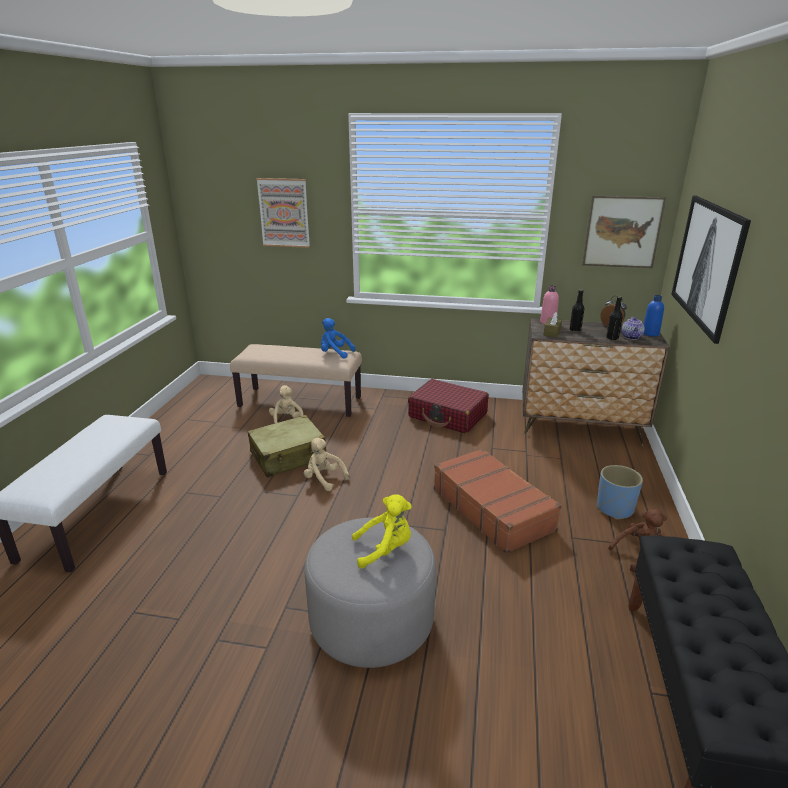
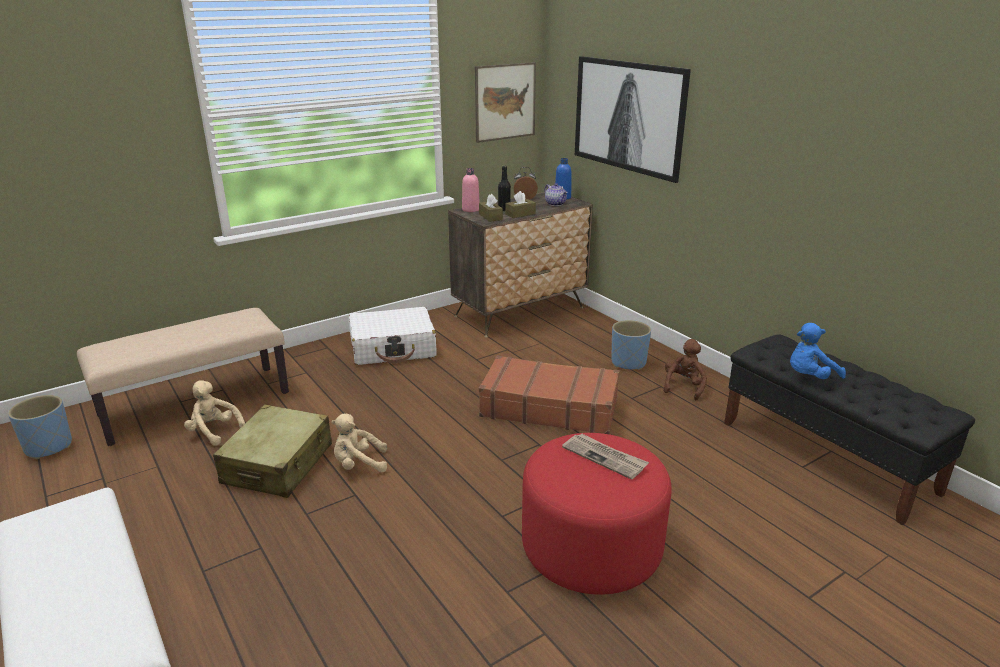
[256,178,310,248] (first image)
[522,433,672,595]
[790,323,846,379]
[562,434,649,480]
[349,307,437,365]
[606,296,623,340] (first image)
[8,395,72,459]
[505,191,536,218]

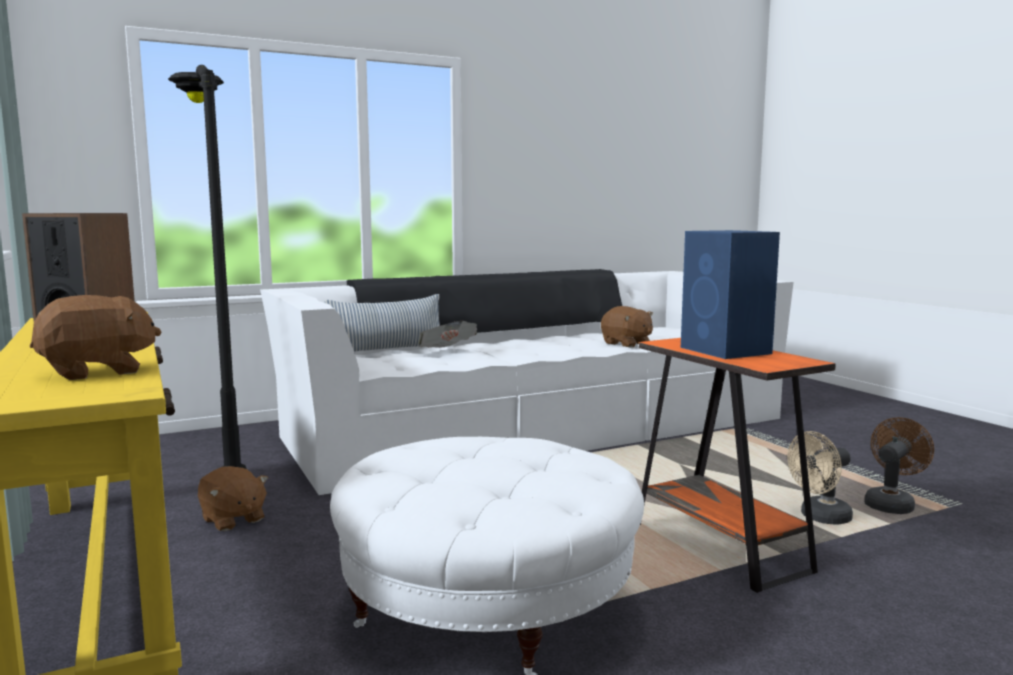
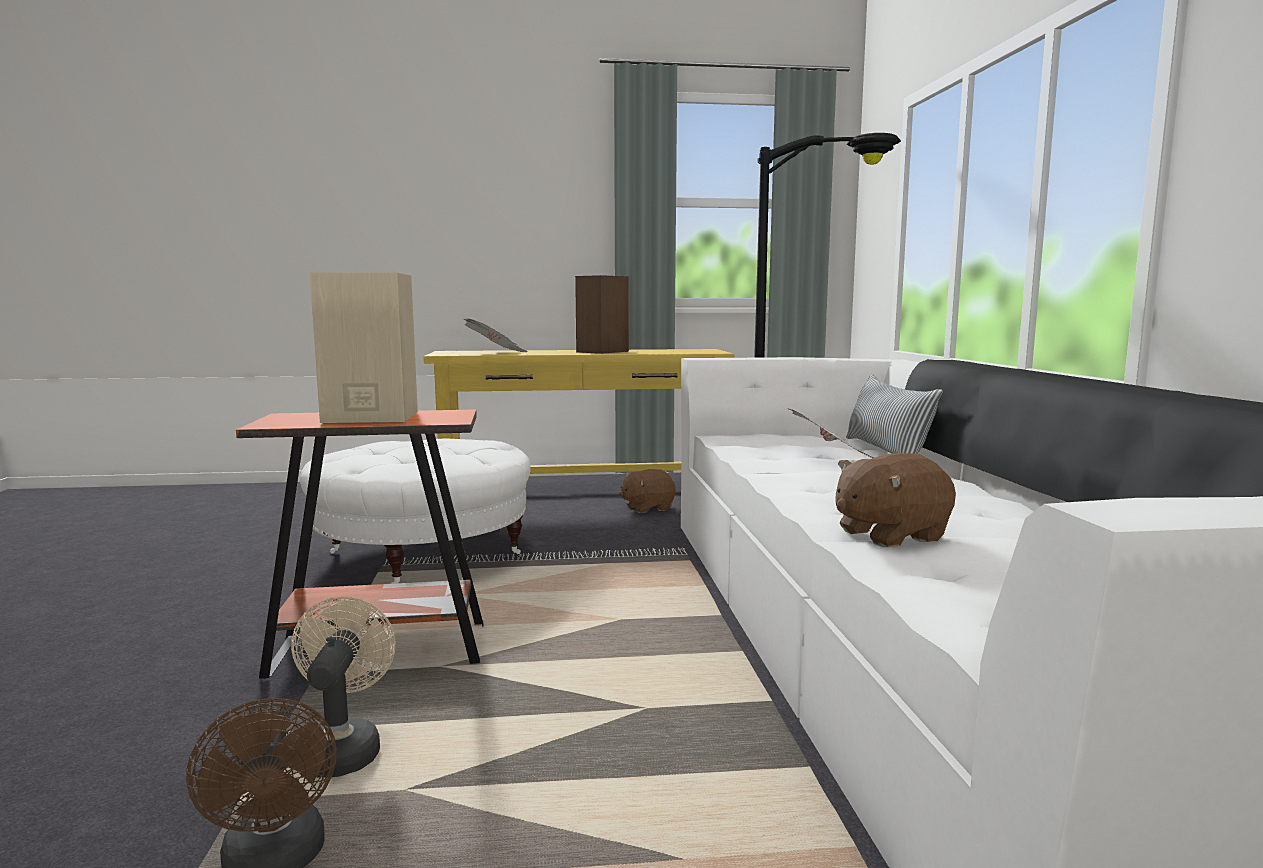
[464,319,528,352]
[310,273,418,423]

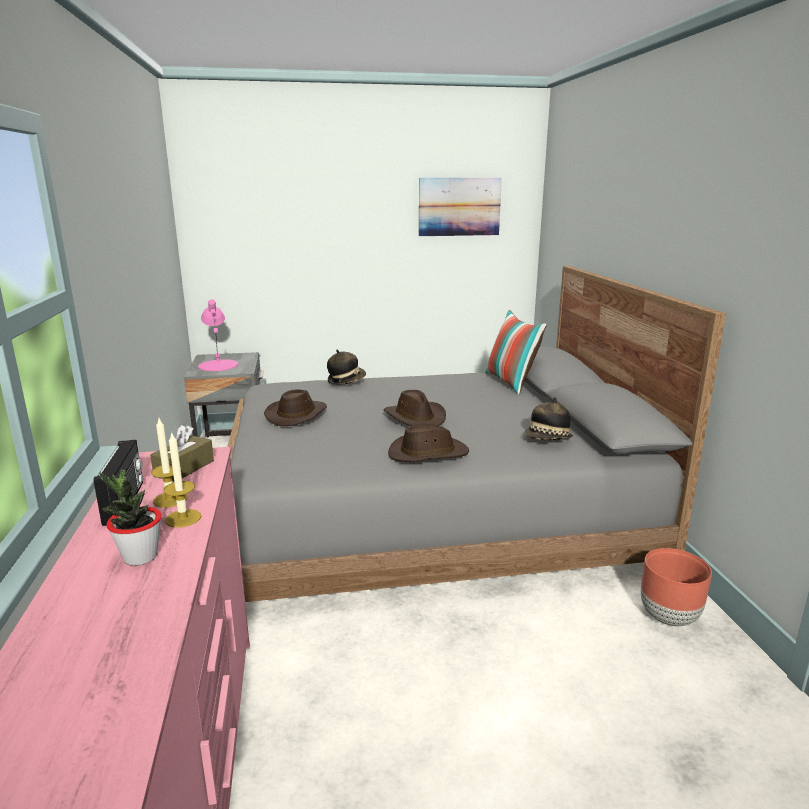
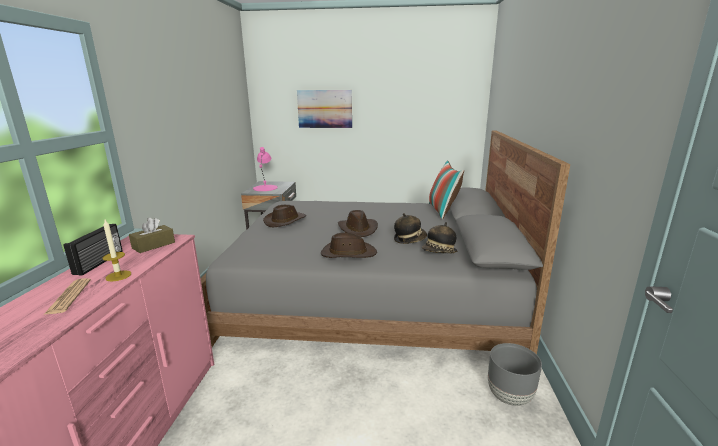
[44,278,91,315]
[151,418,188,508] (first image)
[394,213,427,244]
[297,90,352,128]
[488,343,542,406]

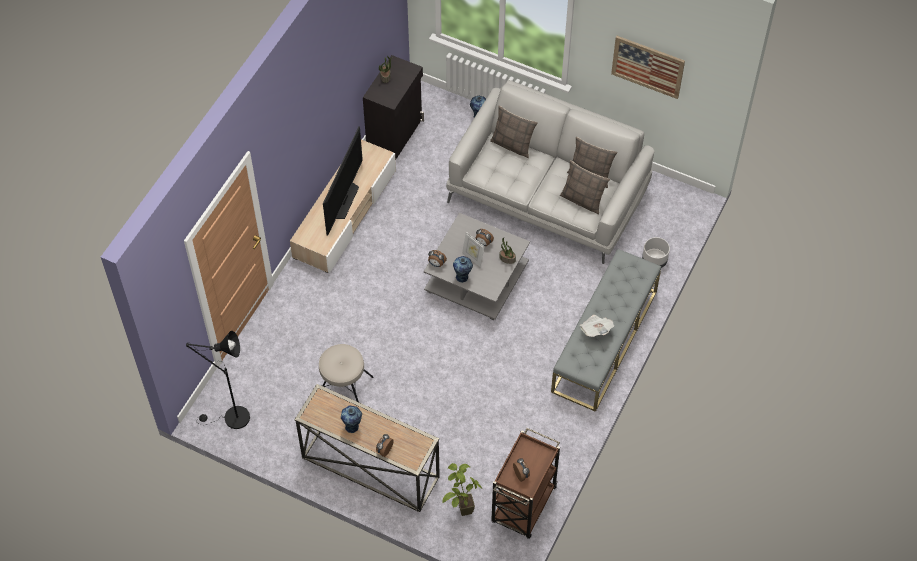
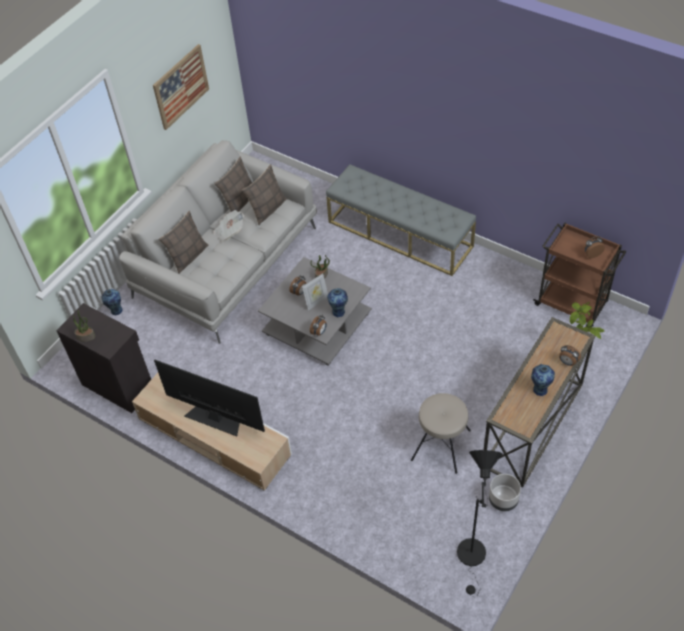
[213,210,244,242]
[489,474,521,511]

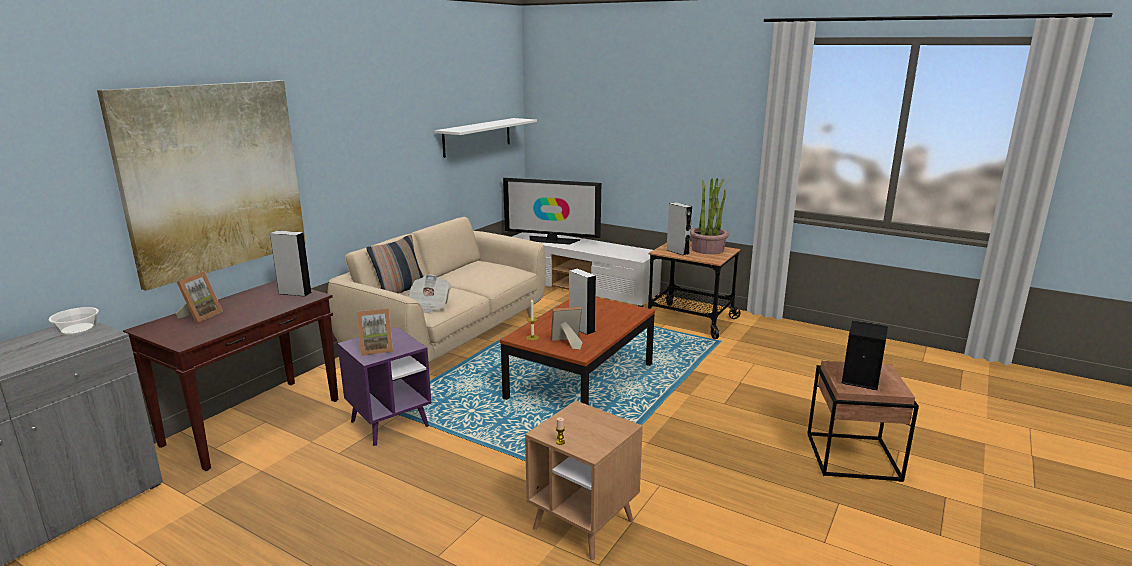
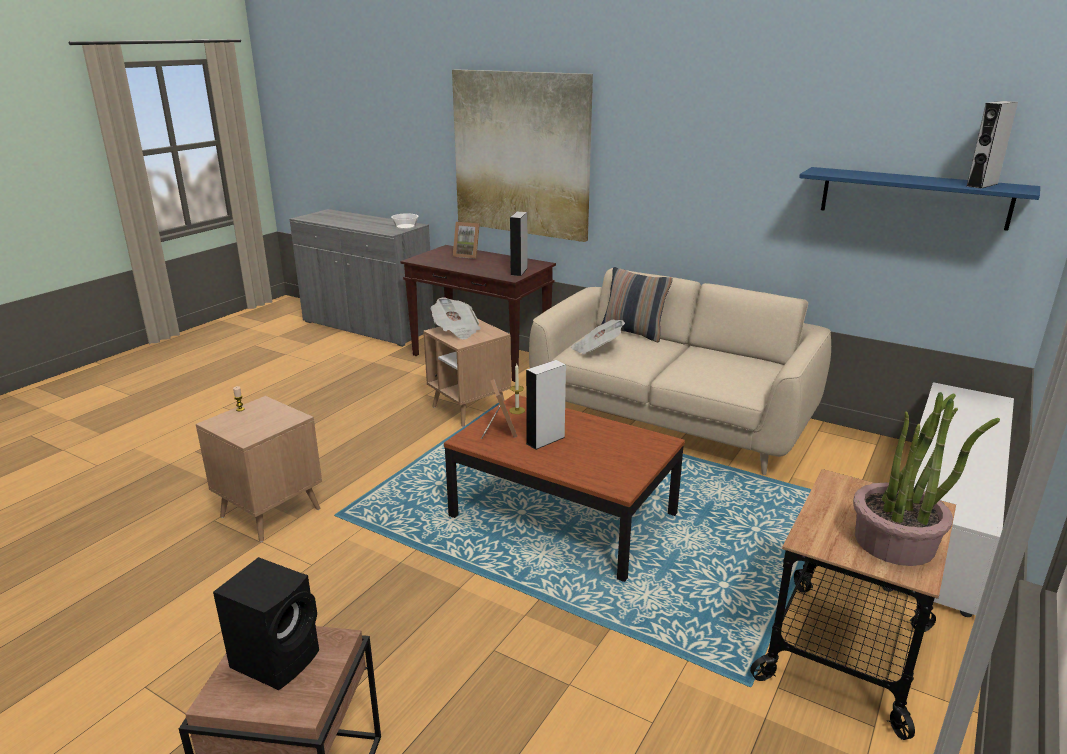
[423,319,511,427]
[431,298,481,340]
[799,167,1040,231]
[503,178,601,245] (first image)
[967,101,1018,189]

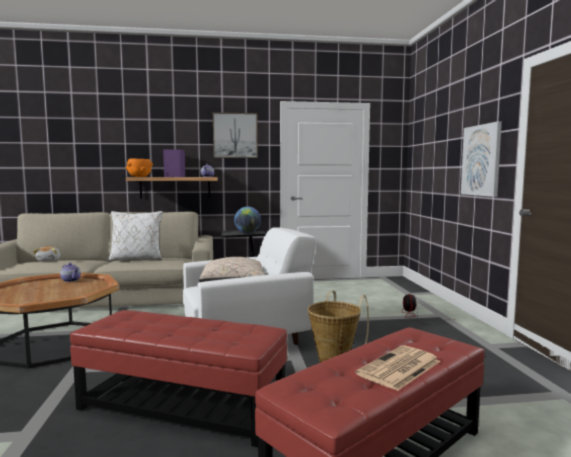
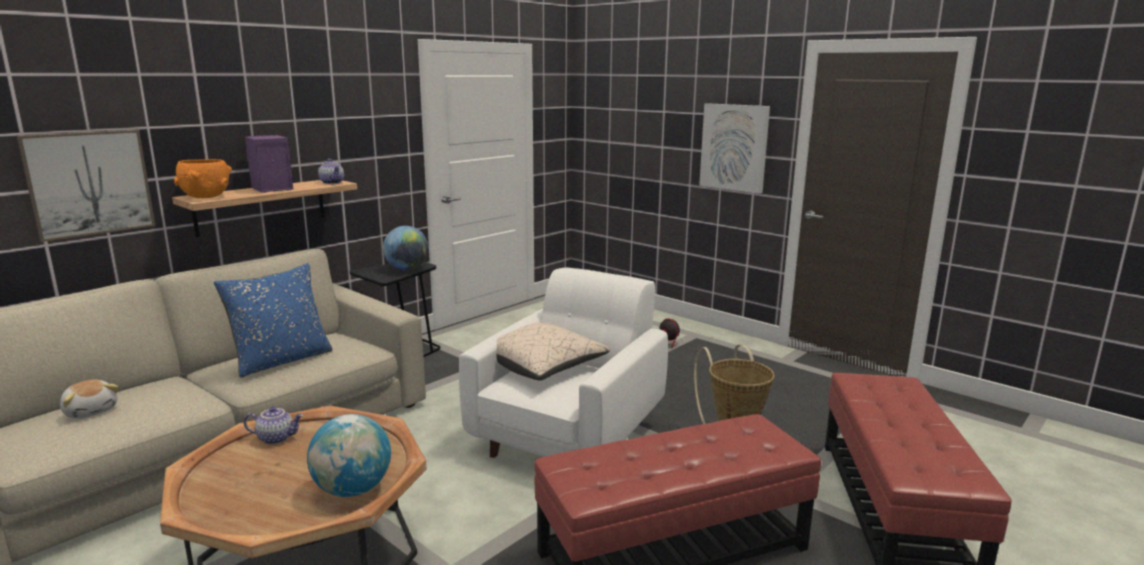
[214,263,332,378]
[17,130,155,242]
[355,345,440,391] (first image)
[307,414,391,497]

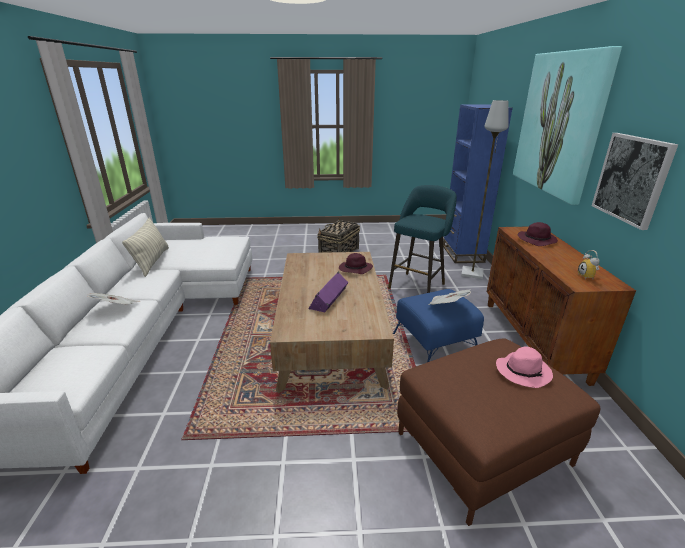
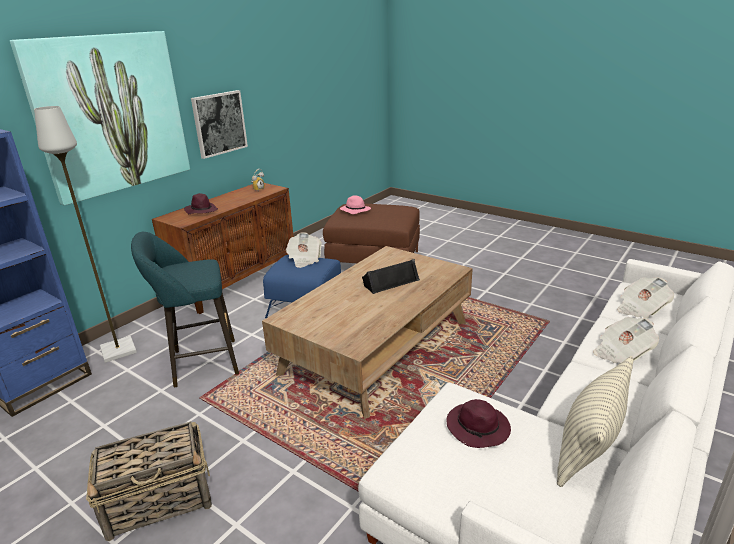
[362,259,420,294]
[447,399,511,448]
[617,277,674,319]

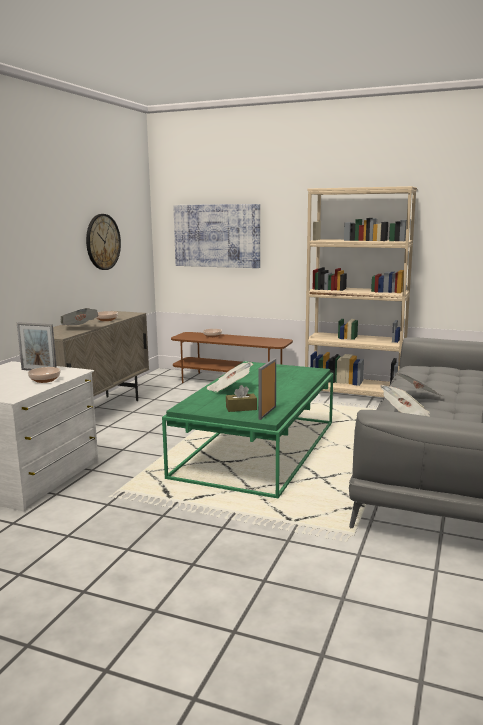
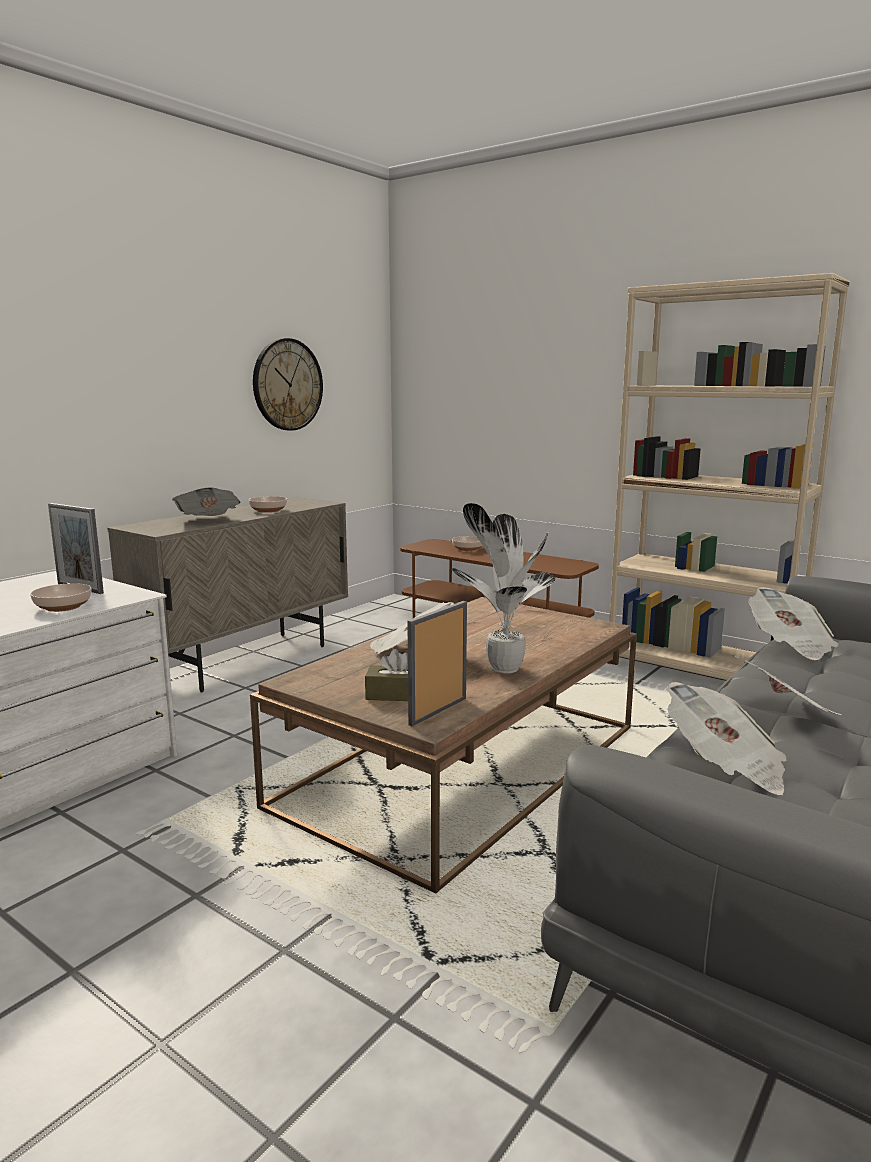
[250,597,637,894]
[173,204,260,268] (first image)
[452,503,555,673]
[748,587,839,660]

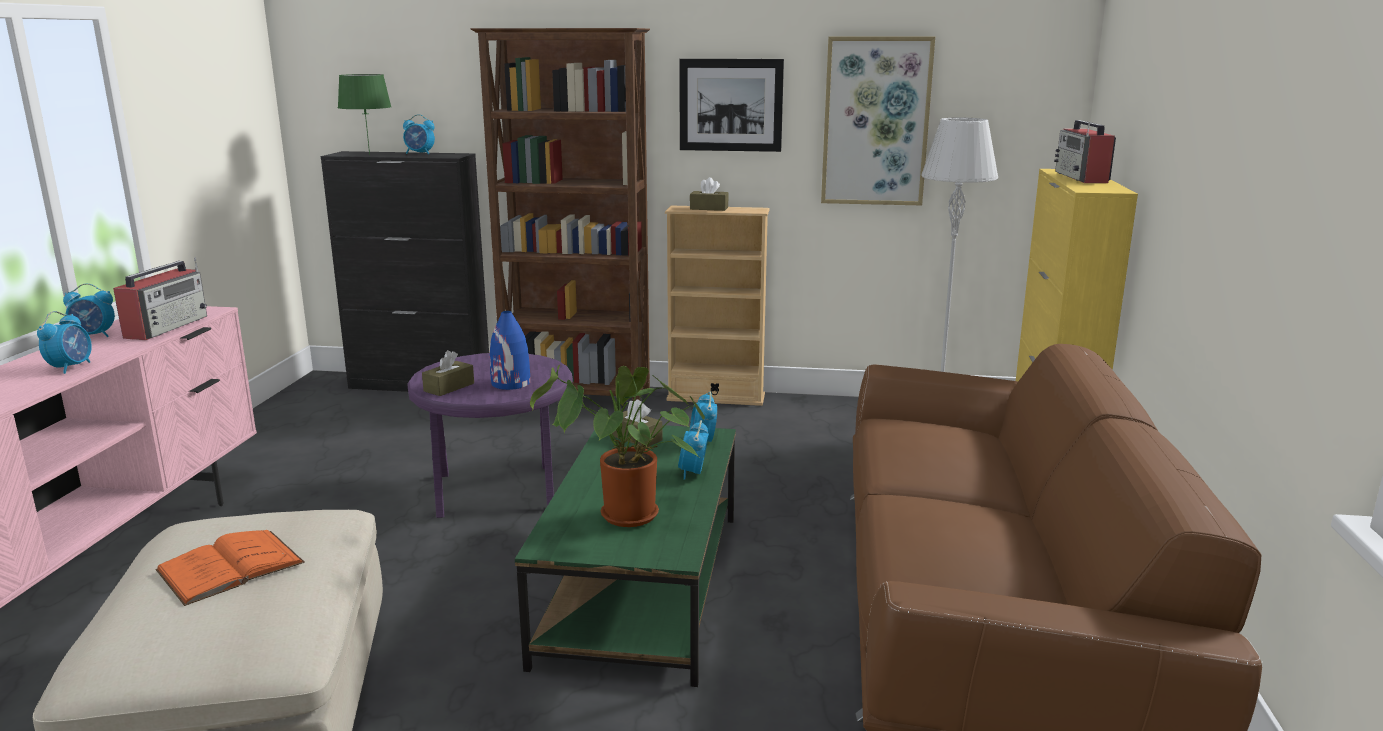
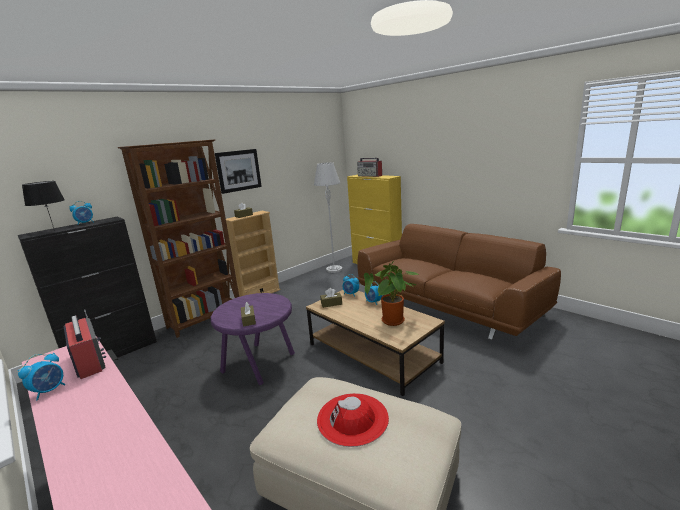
[37,311,92,374] (first image)
[317,393,389,447]
[22,181,65,231]
[490,311,530,390] (first image)
[306,290,445,396]
[821,37,935,206] (first image)

